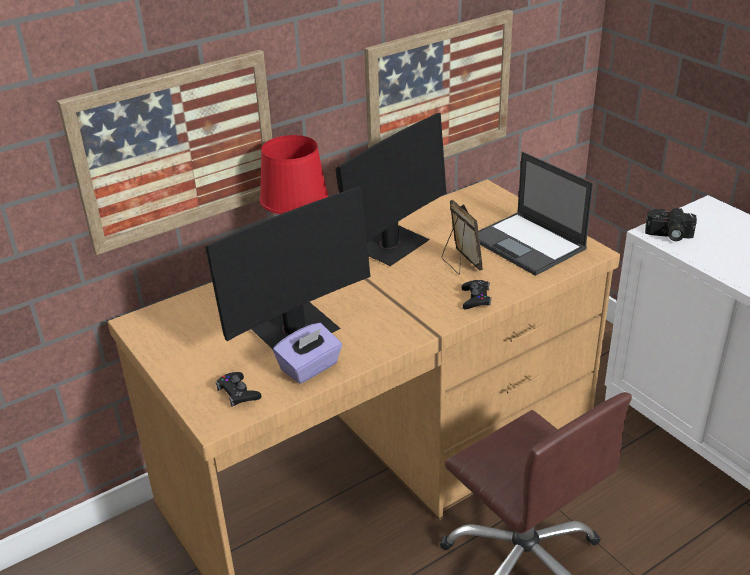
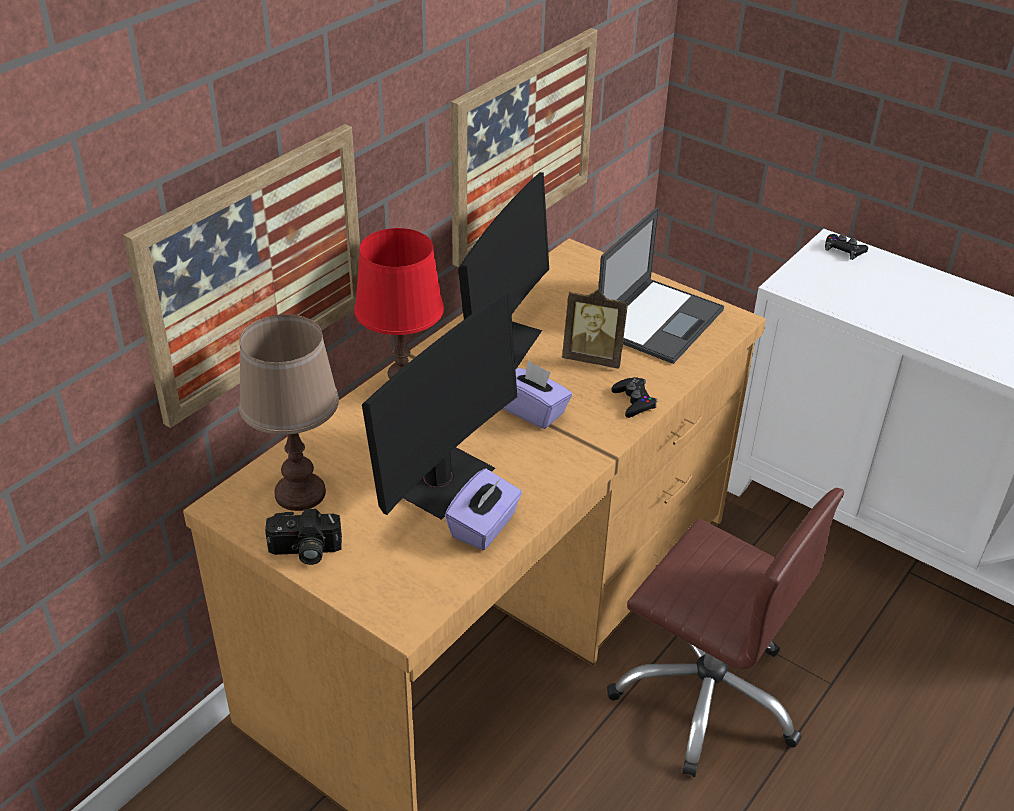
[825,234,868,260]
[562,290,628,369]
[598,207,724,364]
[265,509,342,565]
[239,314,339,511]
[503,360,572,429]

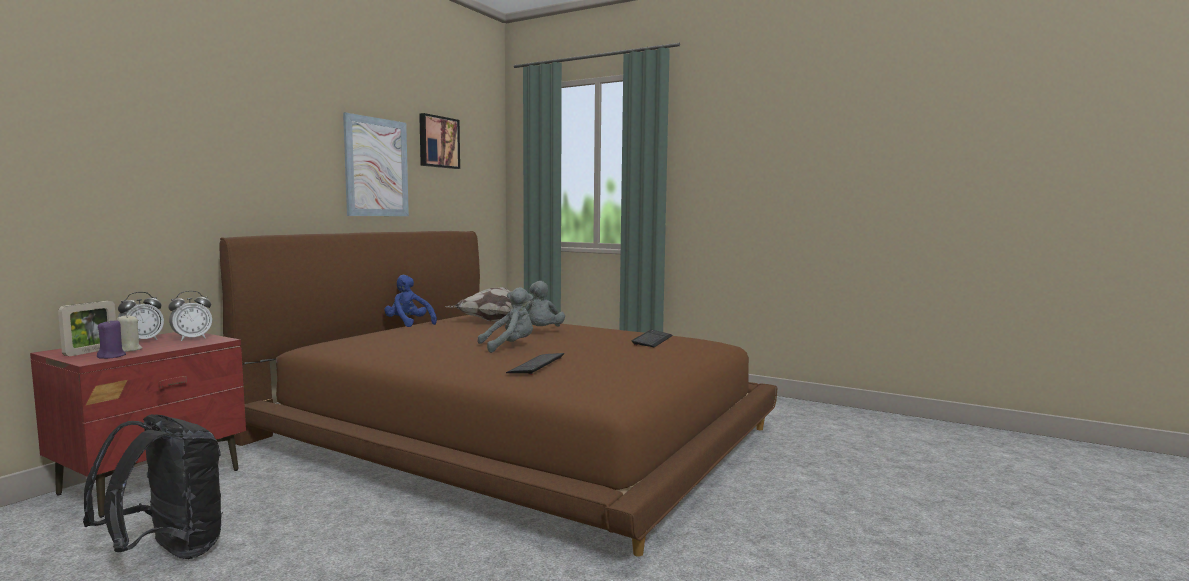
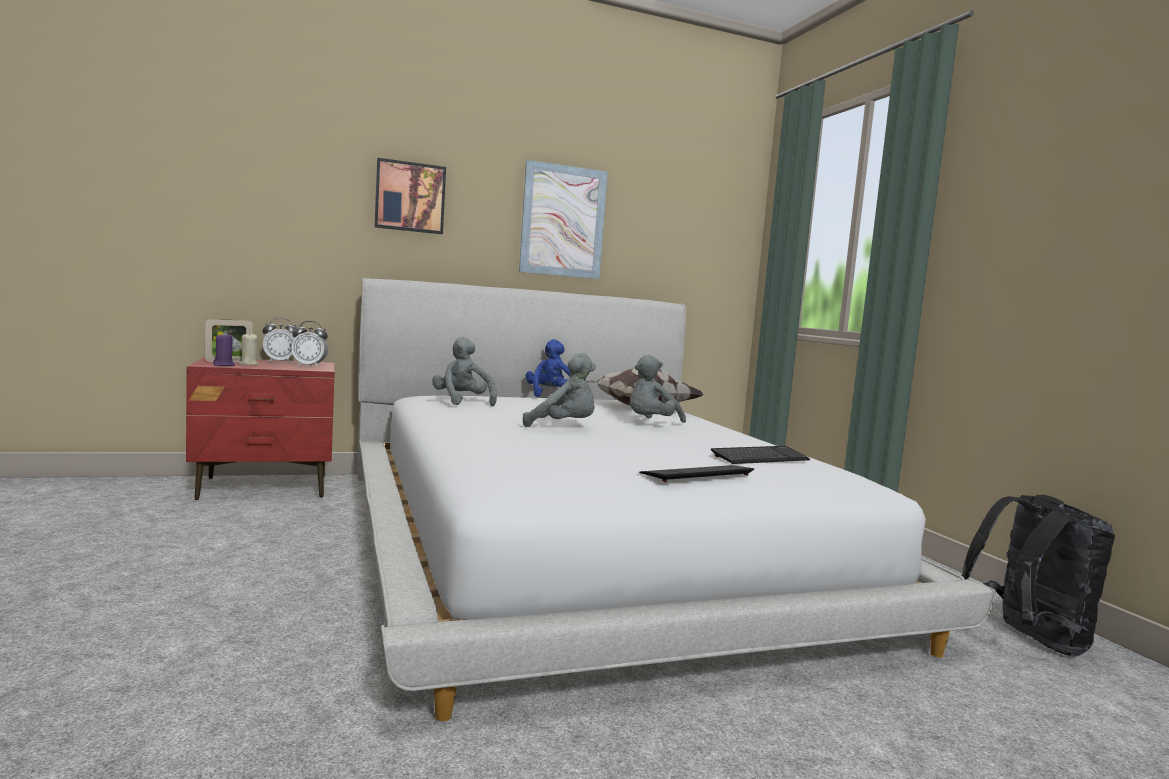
[961,495,1115,656]
[357,278,996,721]
[375,158,446,234]
[639,465,754,482]
[432,337,497,407]

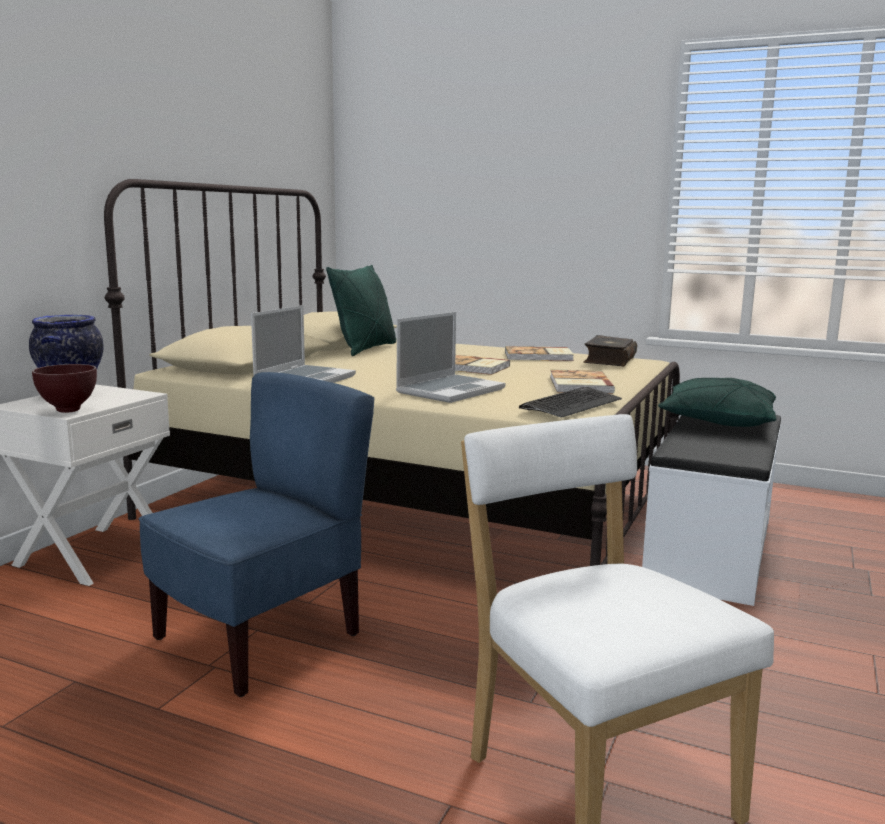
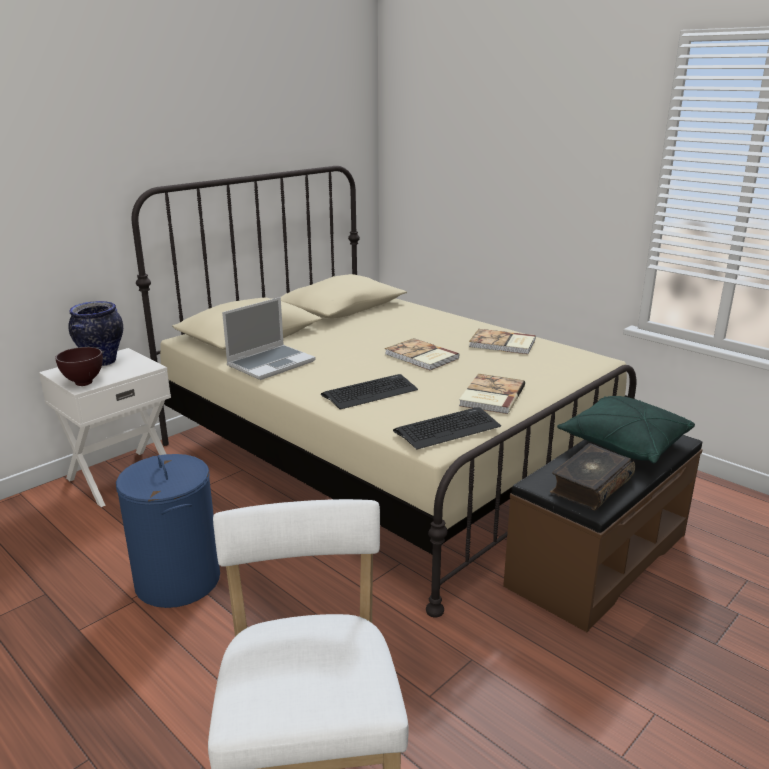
[116,454,220,608]
[326,265,397,356] (first image)
[321,374,418,410]
[550,443,635,510]
[503,435,703,632]

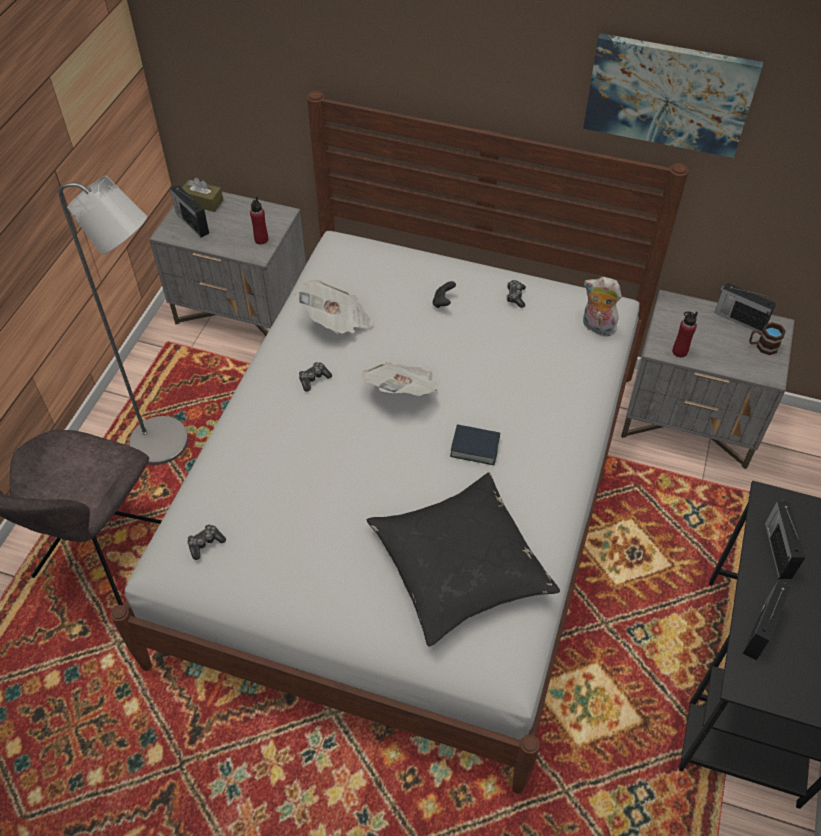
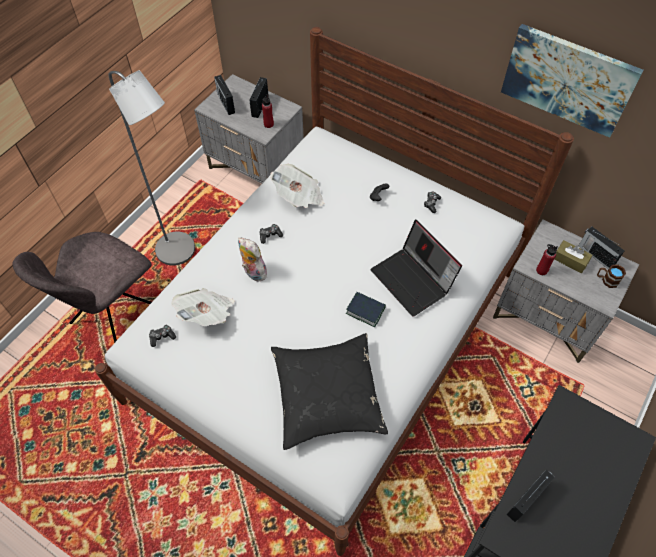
[554,240,592,273]
[171,288,234,326]
[238,238,267,282]
[249,77,269,118]
[370,220,462,317]

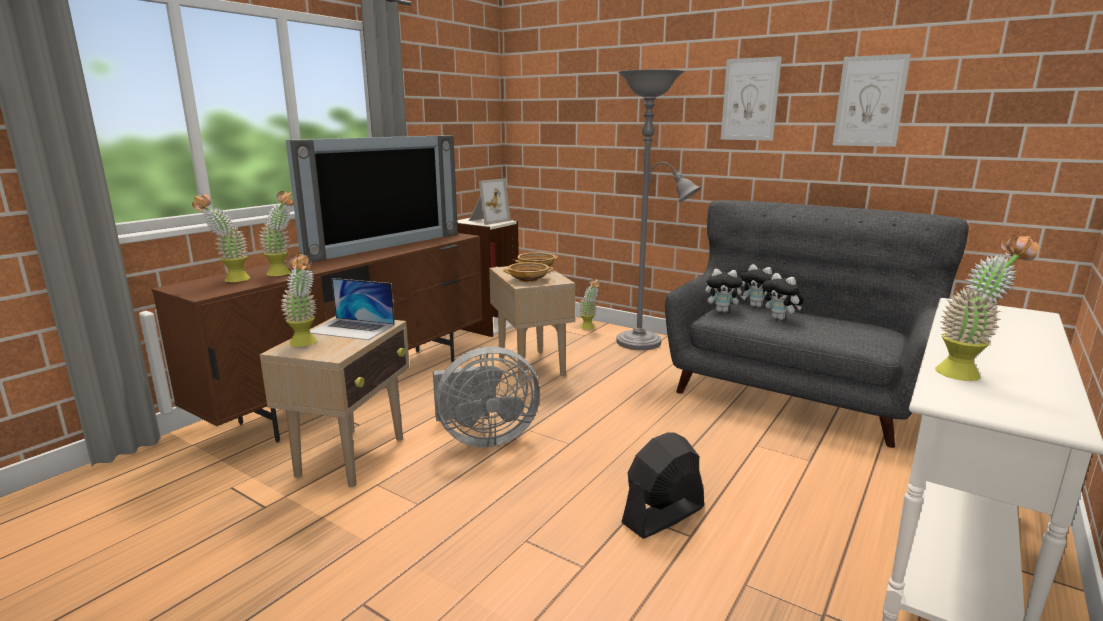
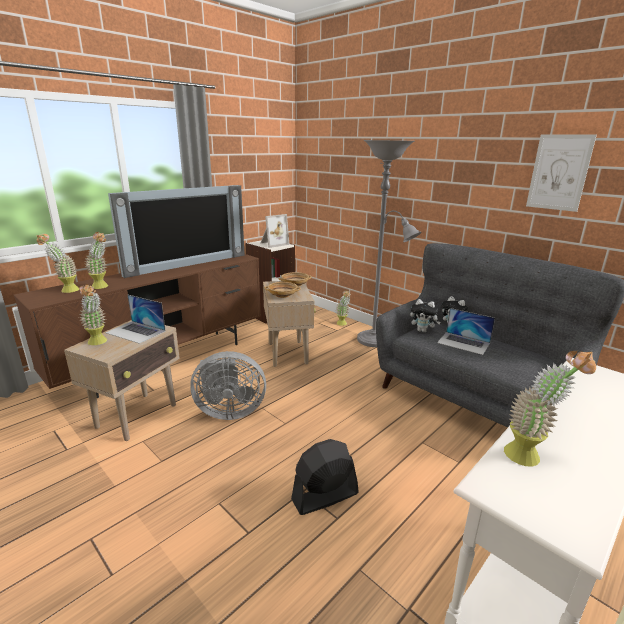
[721,56,782,141] (first image)
[437,308,495,355]

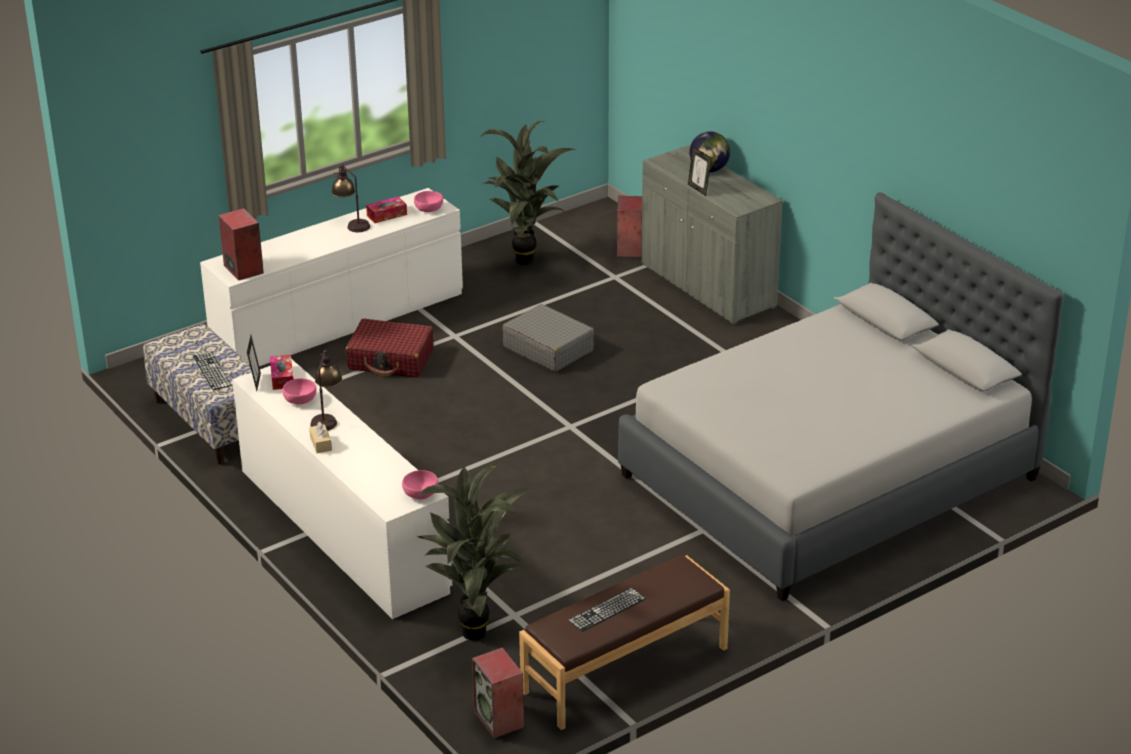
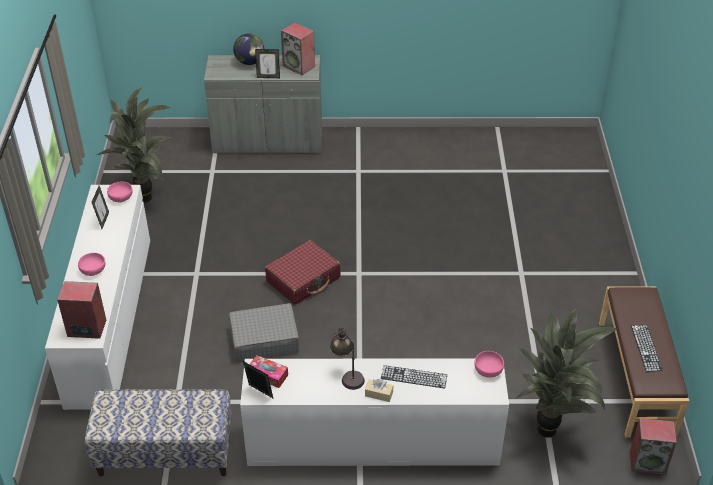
[381,365,447,388]
[78,253,106,276]
[332,164,370,232] (first image)
[265,240,340,305]
[92,186,109,229]
[229,303,299,362]
[281,22,315,75]
[618,192,1064,601] (first image)

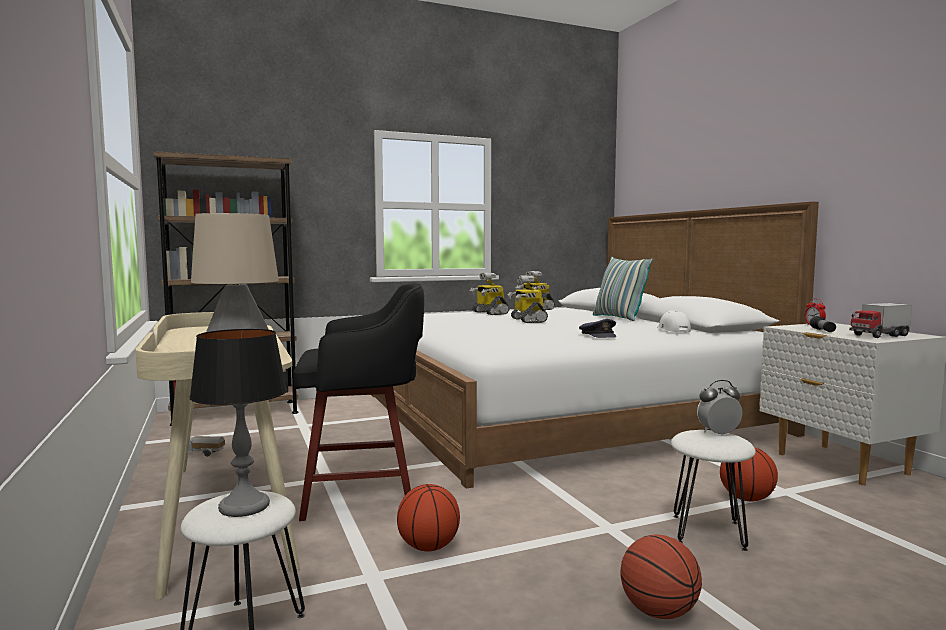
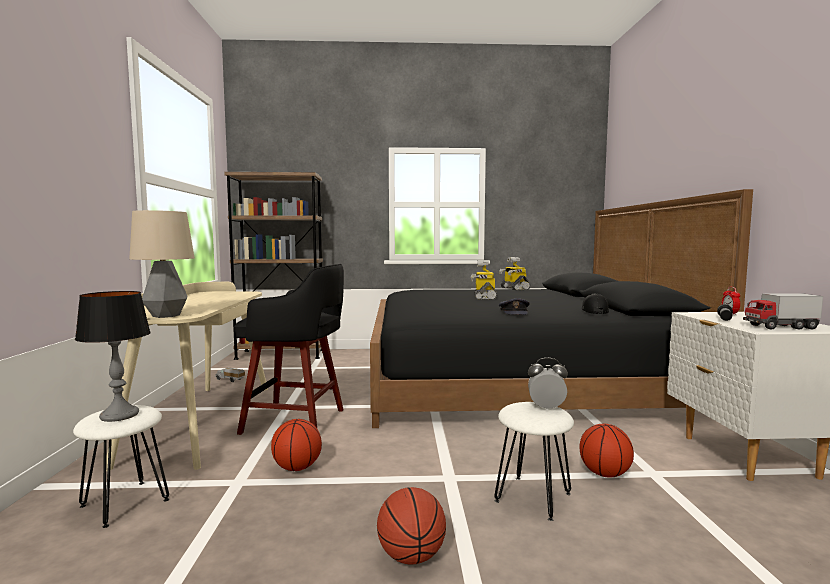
[370,189,753,428]
[470,273,509,315] (first image)
[593,257,653,321] (first image)
[582,293,609,314]

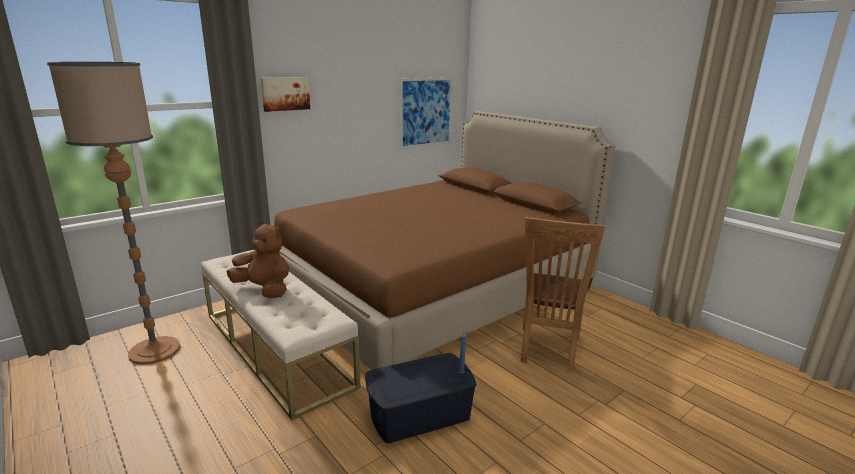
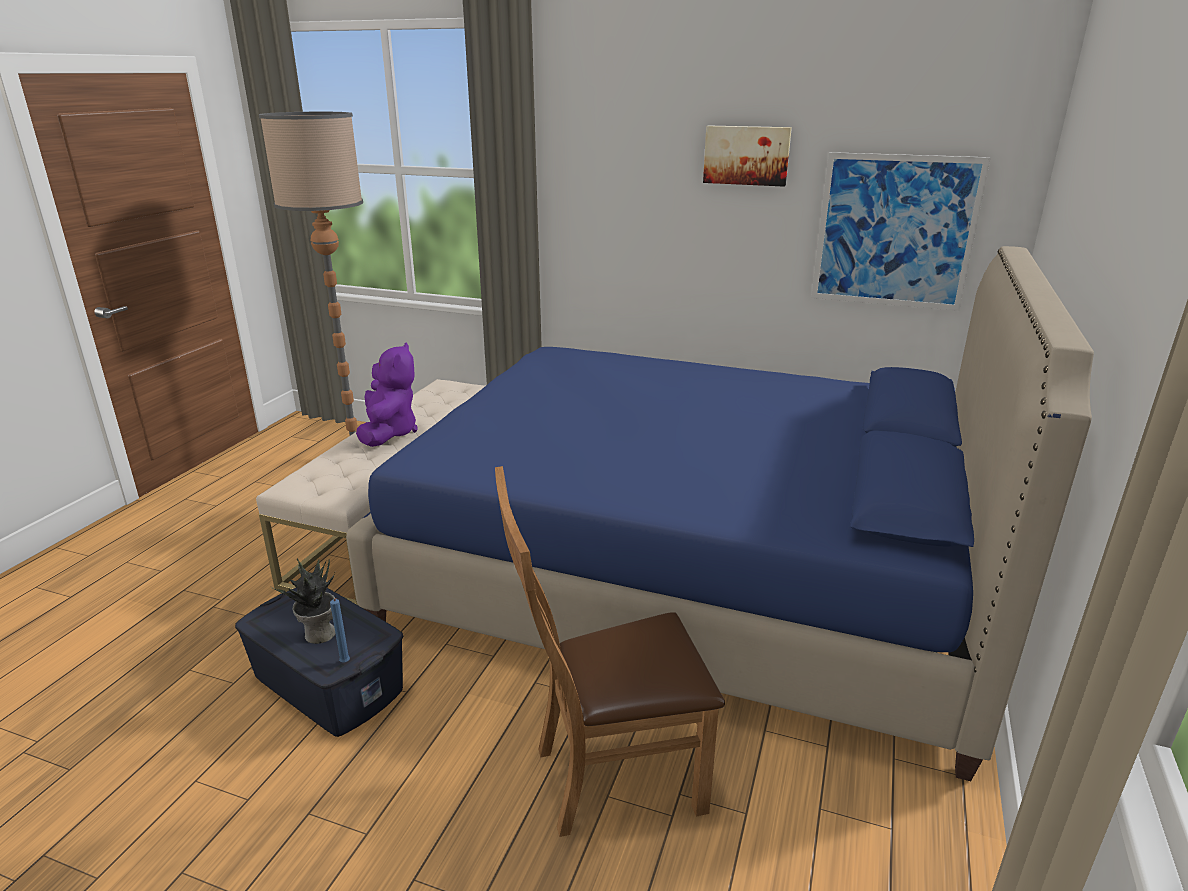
[356,343,418,447]
[703,125,792,187]
[346,246,1094,781]
[271,558,335,644]

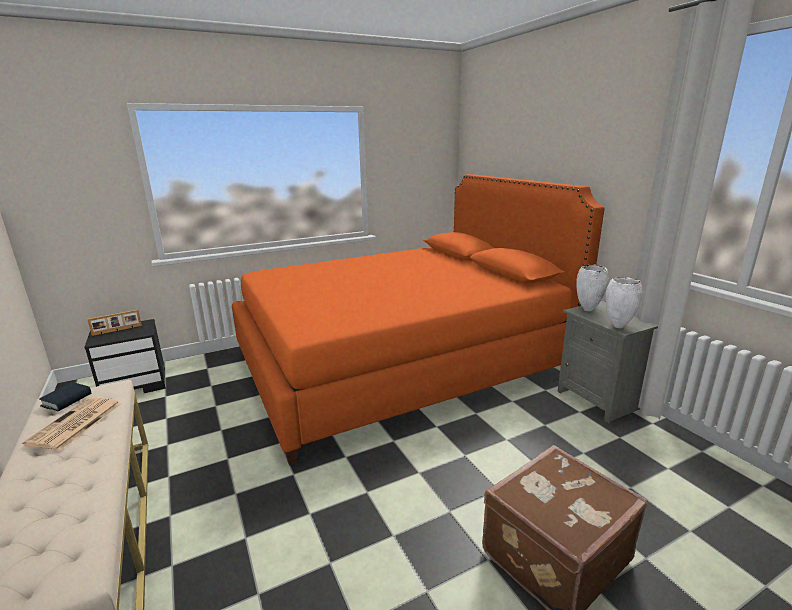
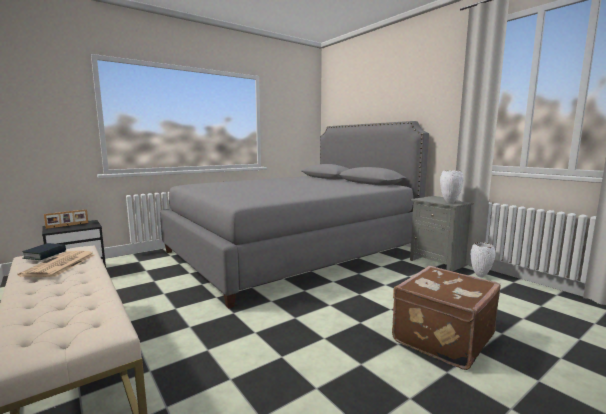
[160,121,429,309]
[471,242,496,278]

